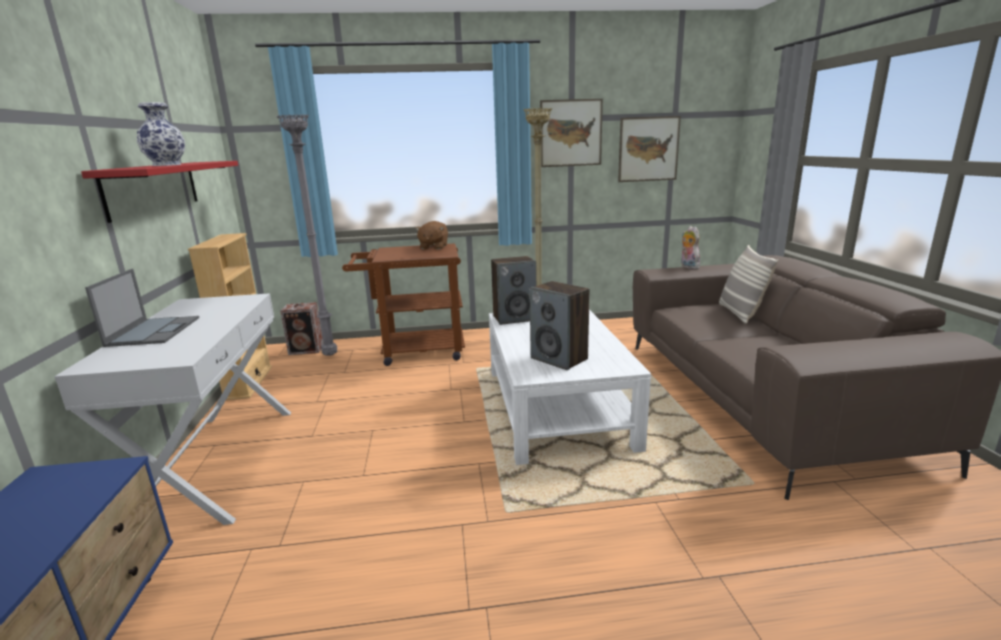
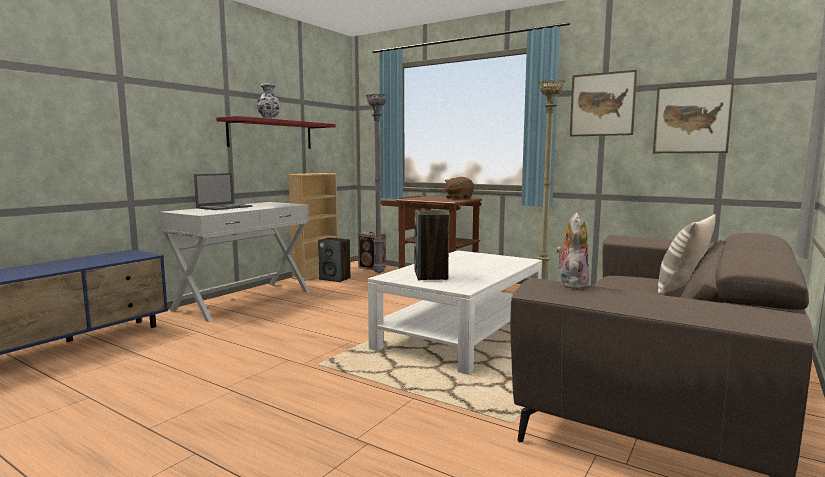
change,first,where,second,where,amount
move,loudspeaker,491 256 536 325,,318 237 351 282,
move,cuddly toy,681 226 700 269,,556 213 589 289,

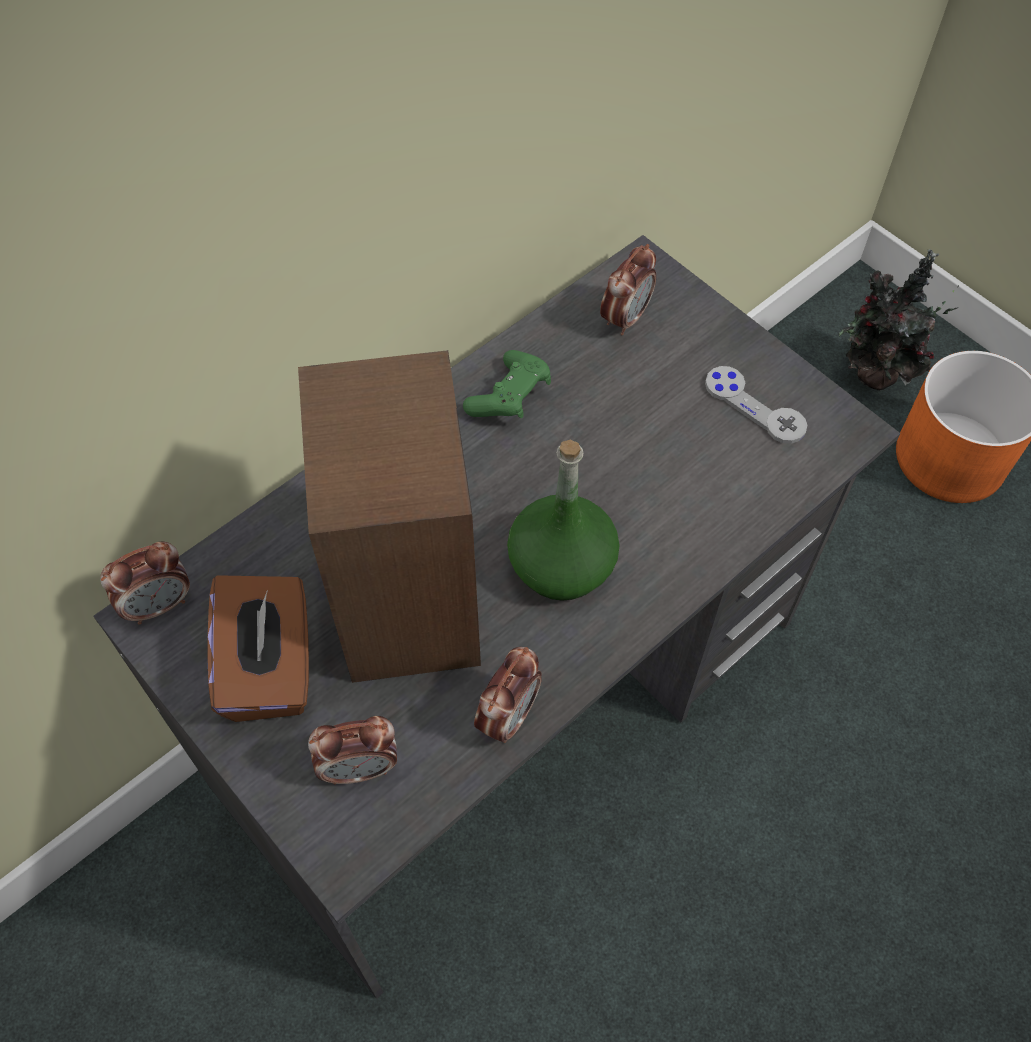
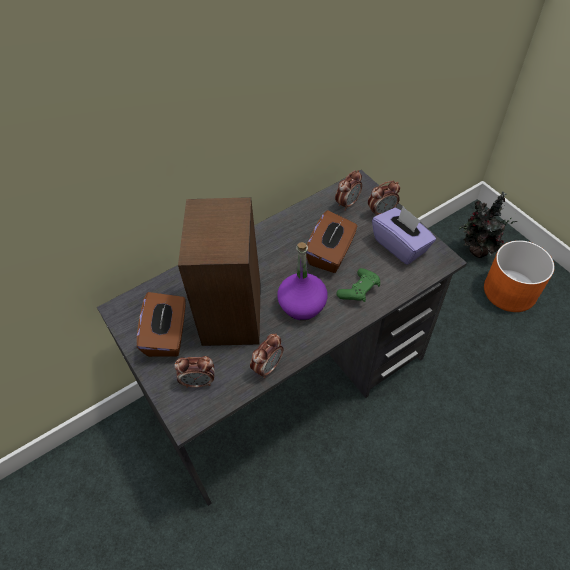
change,first,where,second,where,amount
recolor,beverage bottle (greenish),507 440 619 601,beverage bottle (purple),277 242 328 320,
insert,,,tissue box (brown),306 210 357 273,
move,game controller (greenish),463 350 551 418,,336 268 380 302,
move,alarm clock,100 541 190 625,,368 181 400 216,
replace,game controller (gray),705 366 808 444,tissue box (purple),372 206 436 265,

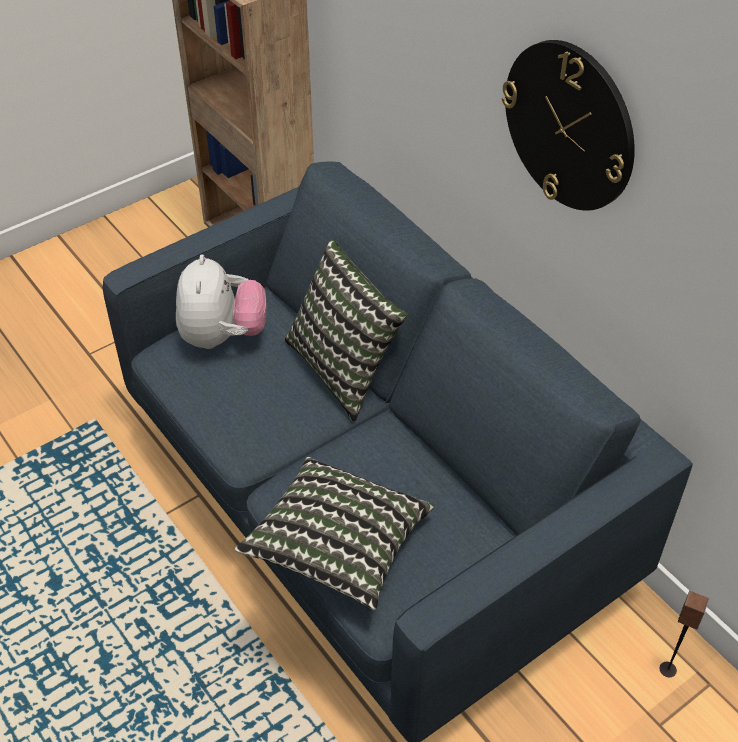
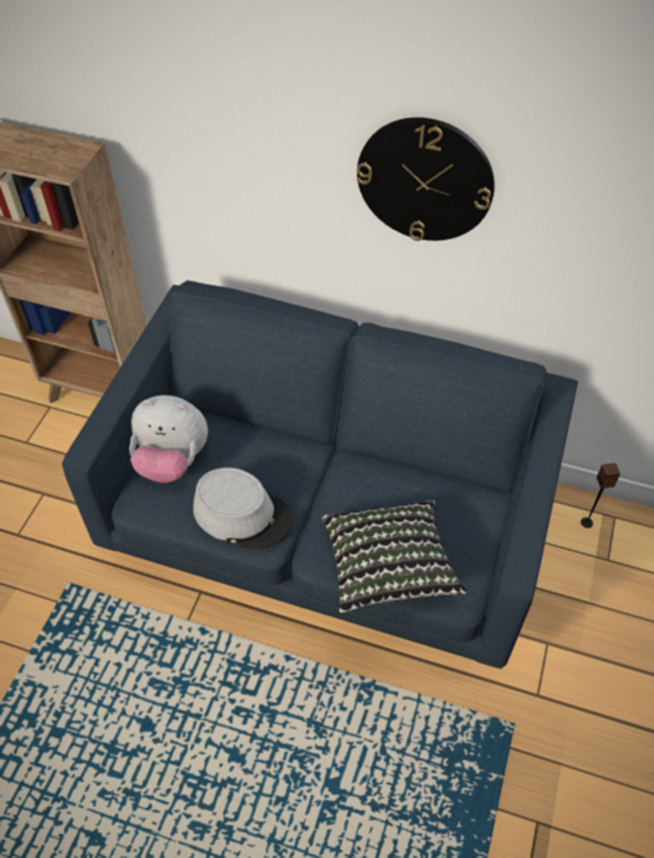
change,first,where,second,where,amount
rotate,cuddly toy,176 255 266 349,,129 395 208 483,135 degrees clockwise
insert,,,hat (gray),193 468 293 549,
delete,throw pillow,285 239 408 422,,,

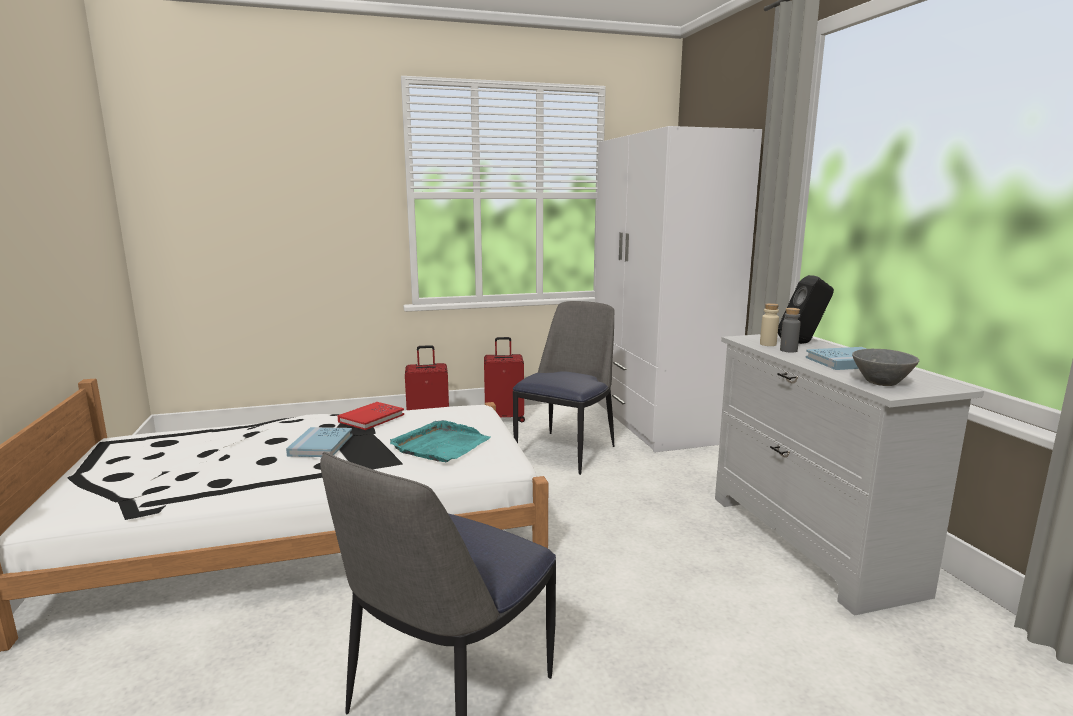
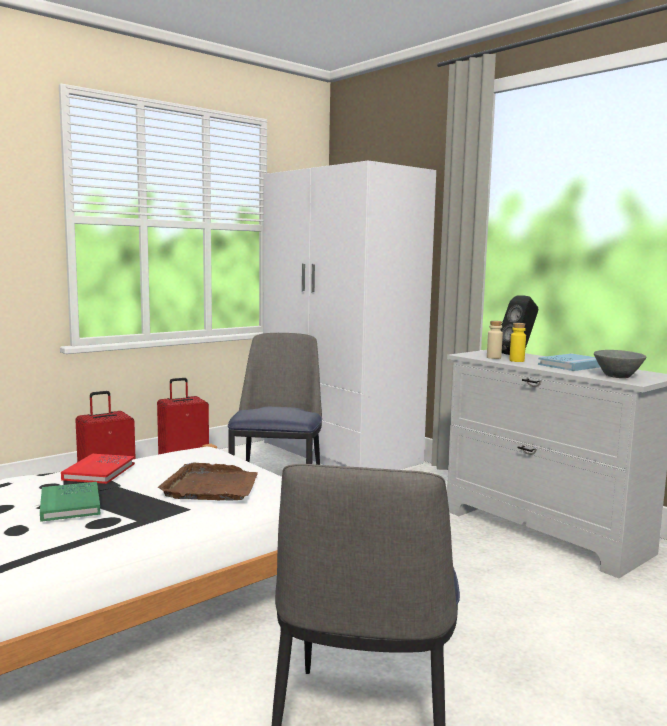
change,first,where,second,where,amount
recolor,volume (blue-coloured),286 427 352 457,volume (greenish),40 482 101 522,
recolor,carrying tray (turquoise),390 420 491 462,carrying tray (brown),158 463 258 501,
recolor,beverage bottle (gray),780 308 801 353,beverage bottle (yellowish),509 323 526 362,

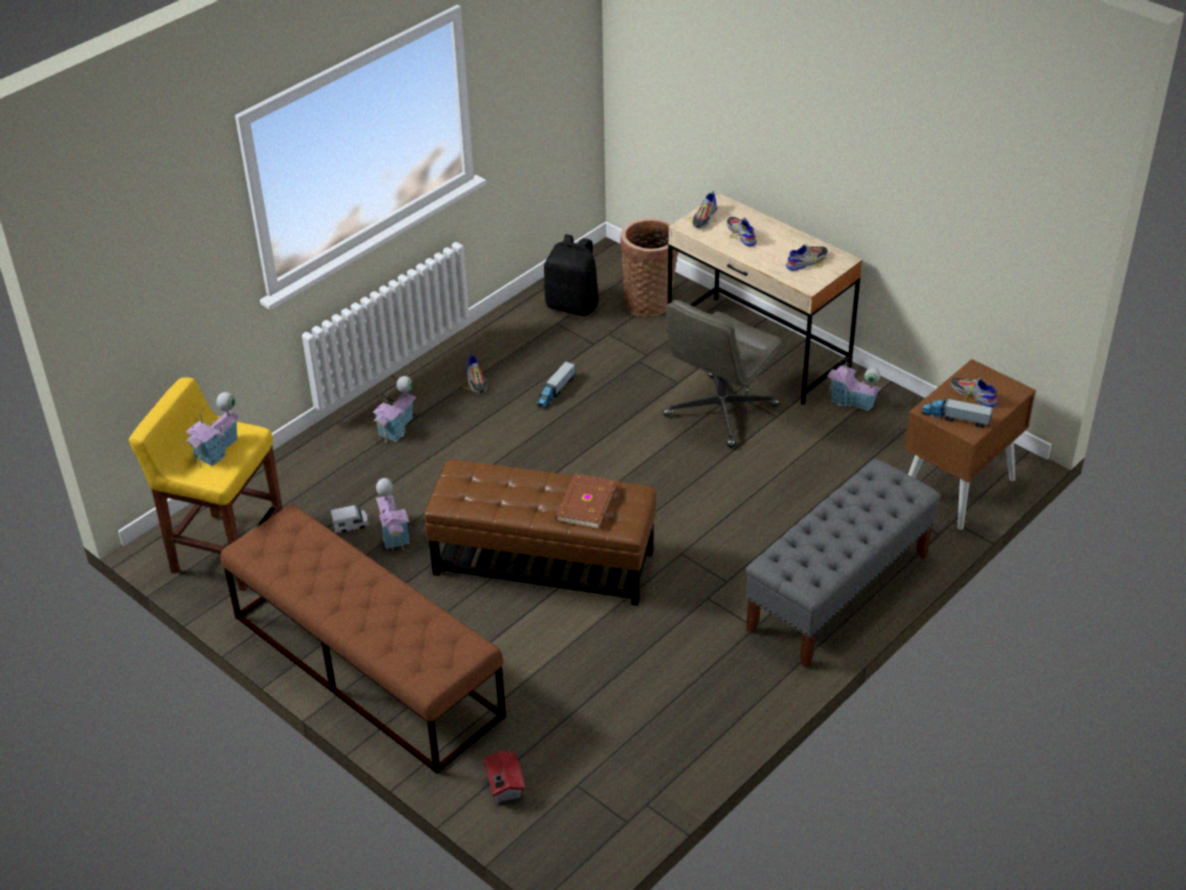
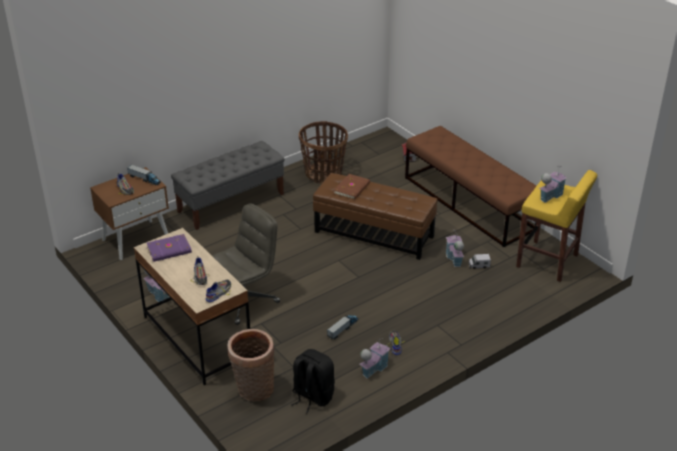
change,first,where,second,where,amount
replace,item of footwear,786 244 828 271,volume (purple),147 234 192 262,
insert,,,basket,299 121 348 184,
move,toy house,373 376 416 443,,359 338 390 379,

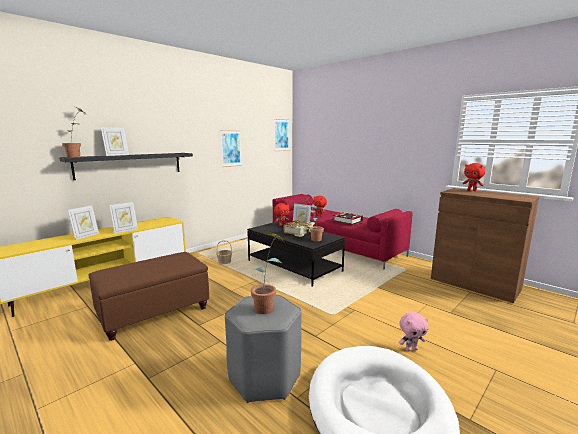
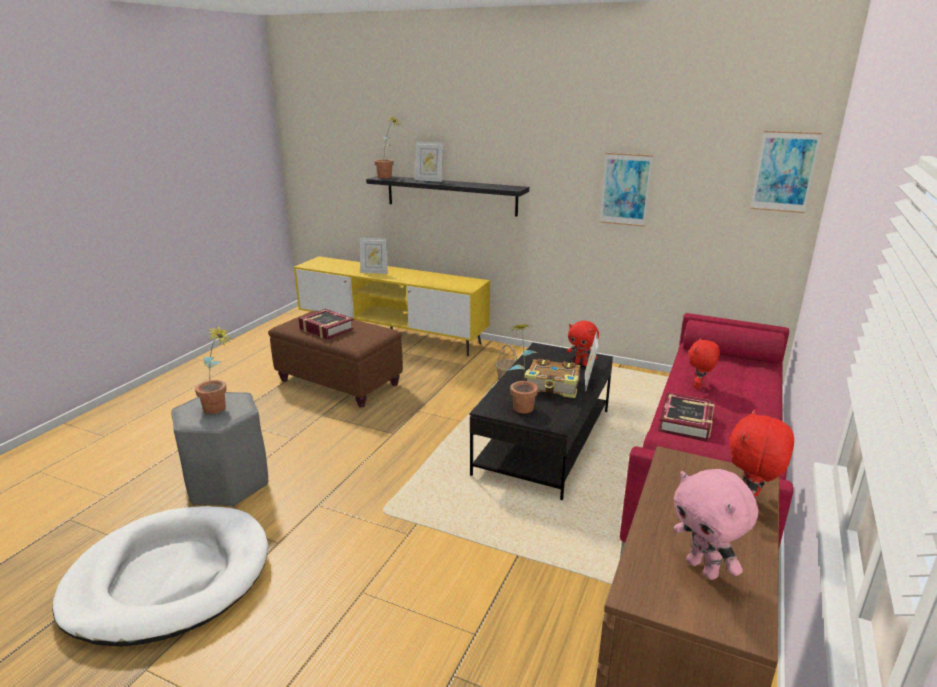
change,first,where,second,where,amount
insert,,,volume,299 309 354 339,
move,cuddly toy (pink),399 312 429 351,,674 469 758 580,
delete,standing frame,109 202 138 233,,,

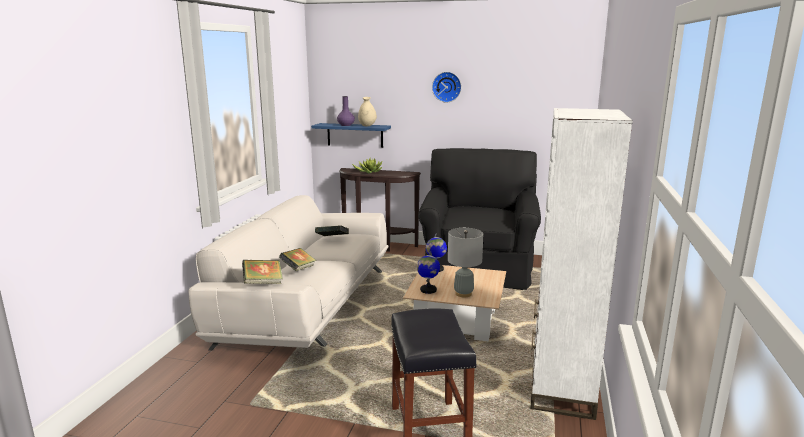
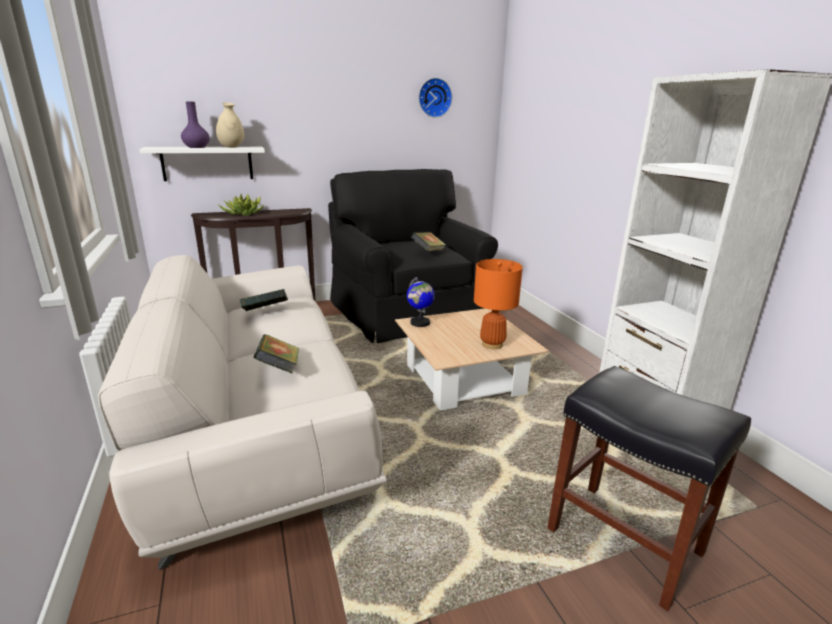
change,first,where,second,where,amount
recolor,shelf (blue-coloured),311 123 391 148,shelf (white-coloured),139 147 265 181,
move,volume,242 260 283 284,,411 232 446 251,
move,wall clock,432 72 462 103,,419 78 452 118,
recolor,tabletop lamp (gray),448 228 483 297,tabletop lamp (orange),474 259 523 349,
delete,world globe,417 251 440 294,,,

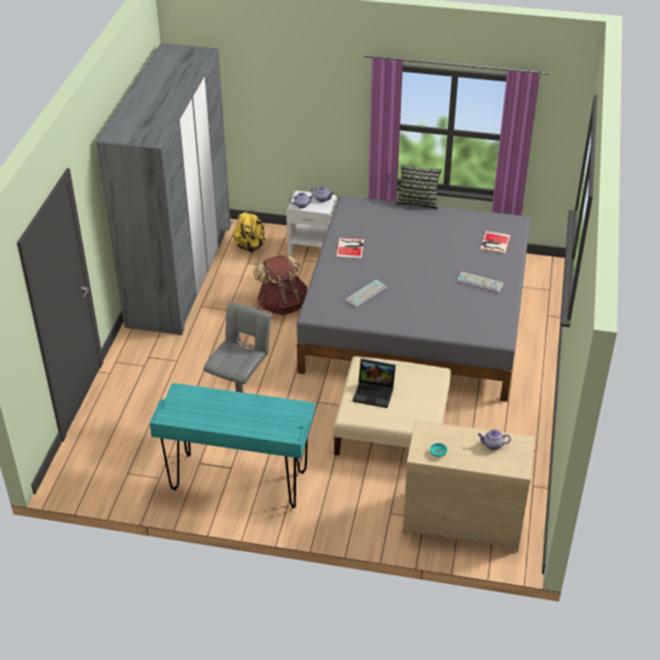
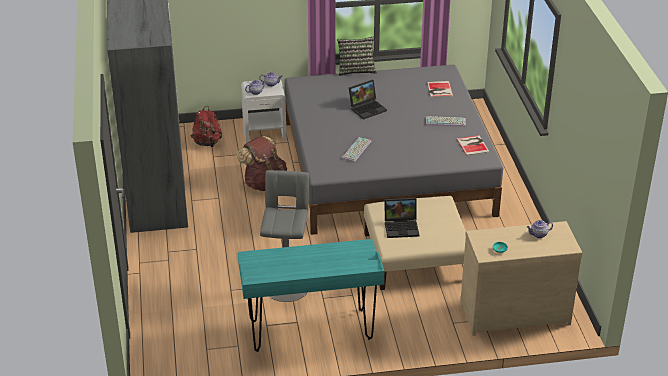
change,first,where,second,where,amount
recolor,backpack (yellowish),233 209 265 253,backpack (reddish),190 106 222 147,
insert,,,laptop,349 80 387 120,
move,volume,336 238 364 259,,457 135 490 156,

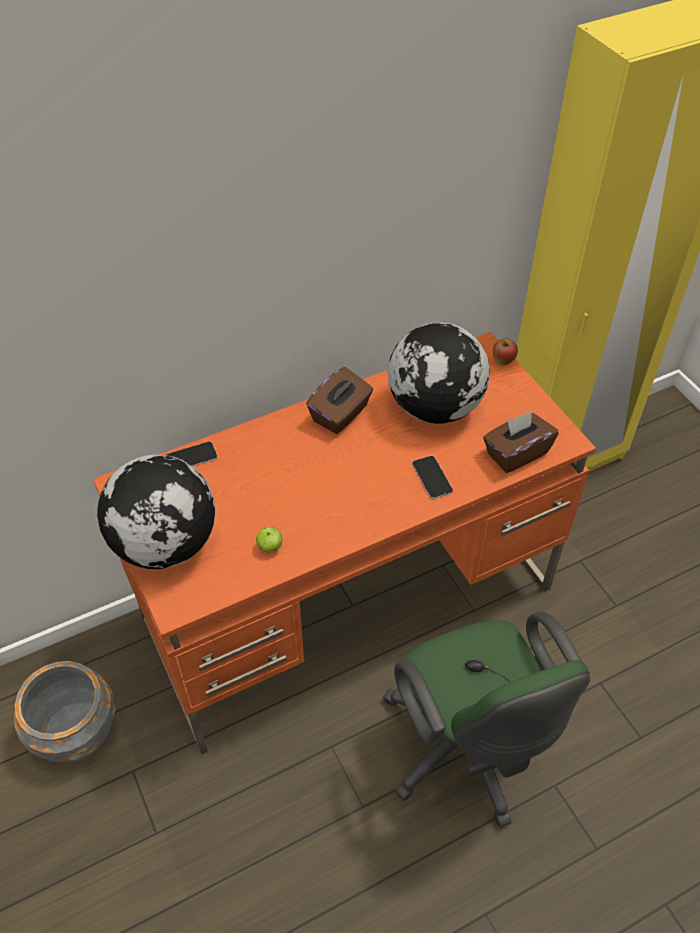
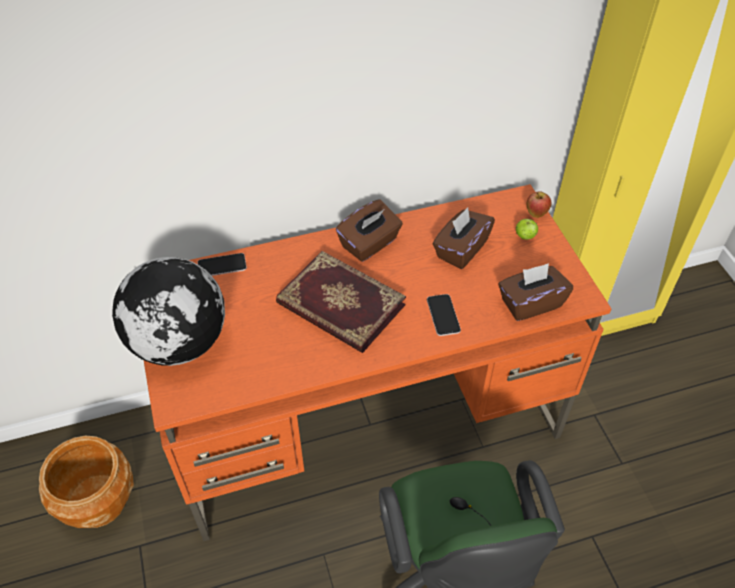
change,first,where,second,where,amount
recolor,flower pot (gray),14 661 116 763,flower pot (brown),39 436 134 528,
insert,,,volume,276 251 406 353,
replace,world globe,388 323 490 424,tissue box (brown),433 207 495 269,
move,apple fruit,256 527 283 552,,516 219 538 240,

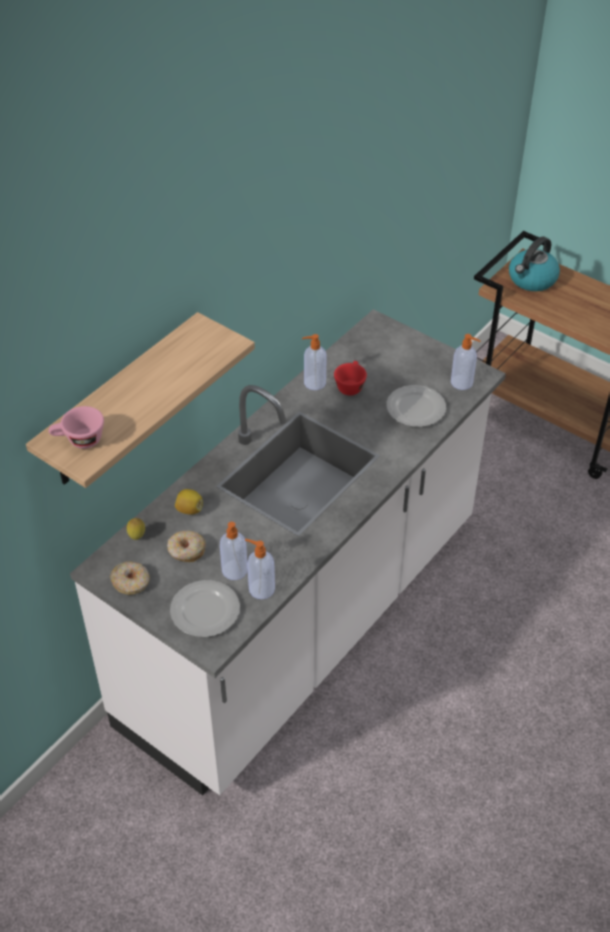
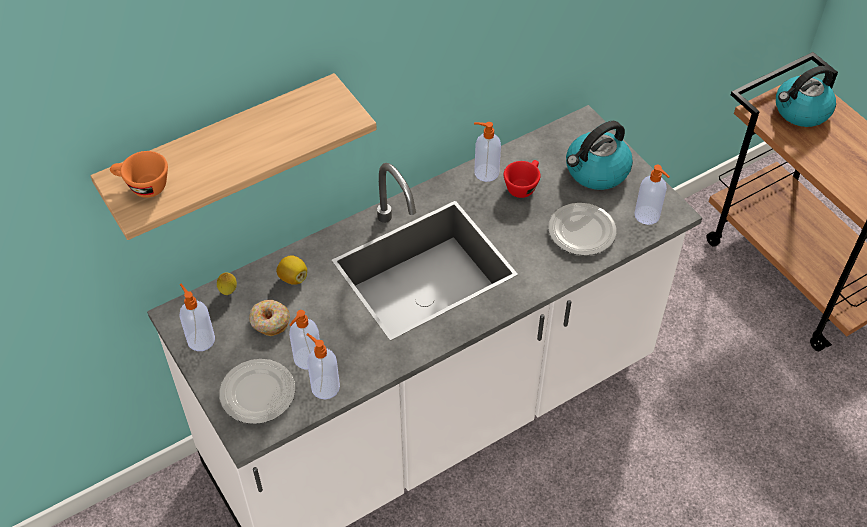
change,first,where,second,where,amount
recolor,cup (pink),49 406 104 449,cup (orange),110 151 168 198,
replace,ring doughnut,110 561 150 595,soap dispenser,179 284 215 351,
insert,,,kettle,566 121 633 190,

